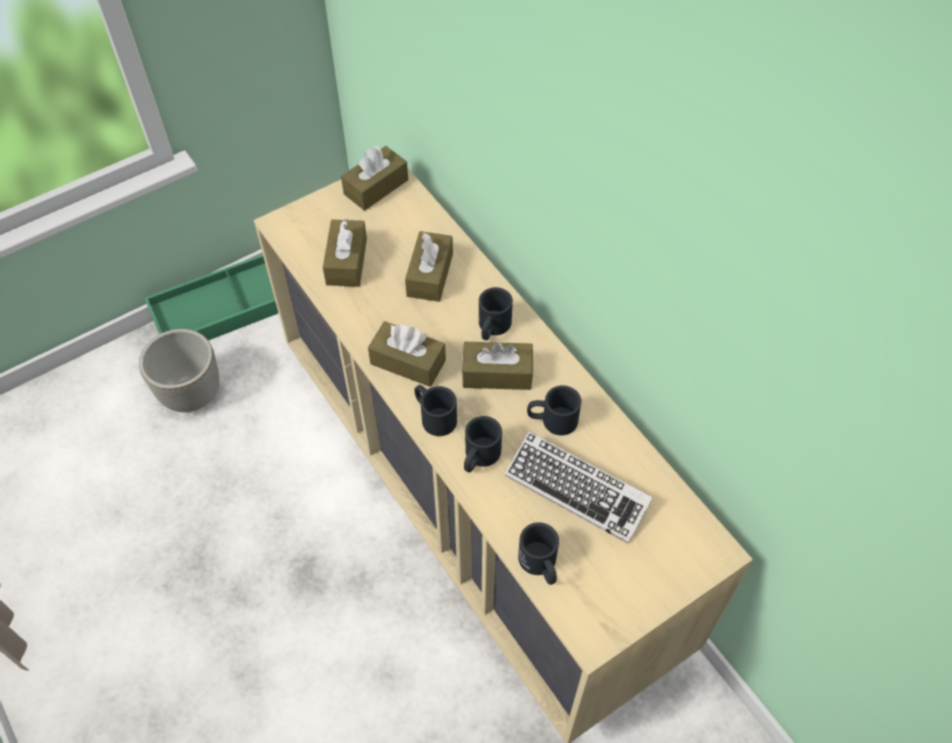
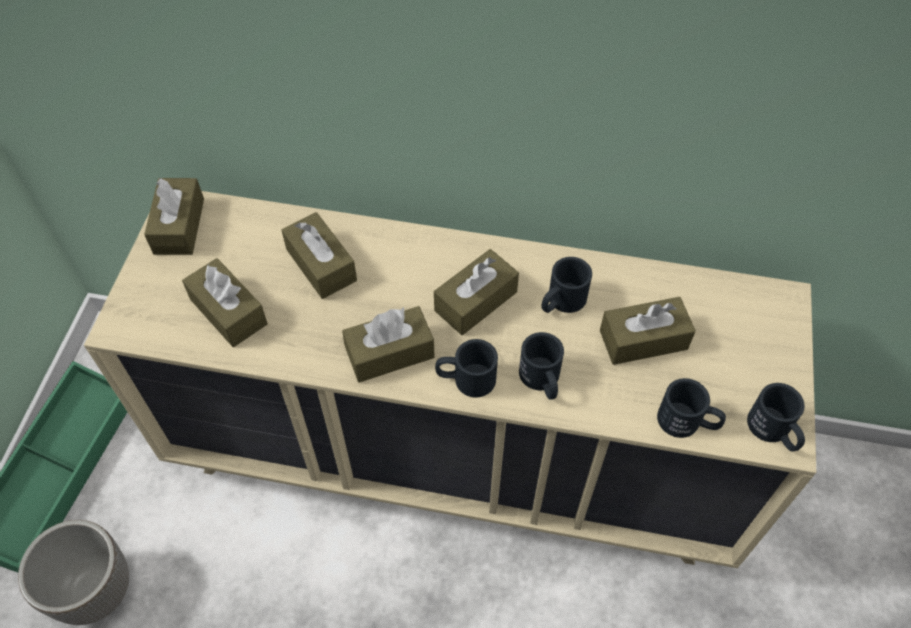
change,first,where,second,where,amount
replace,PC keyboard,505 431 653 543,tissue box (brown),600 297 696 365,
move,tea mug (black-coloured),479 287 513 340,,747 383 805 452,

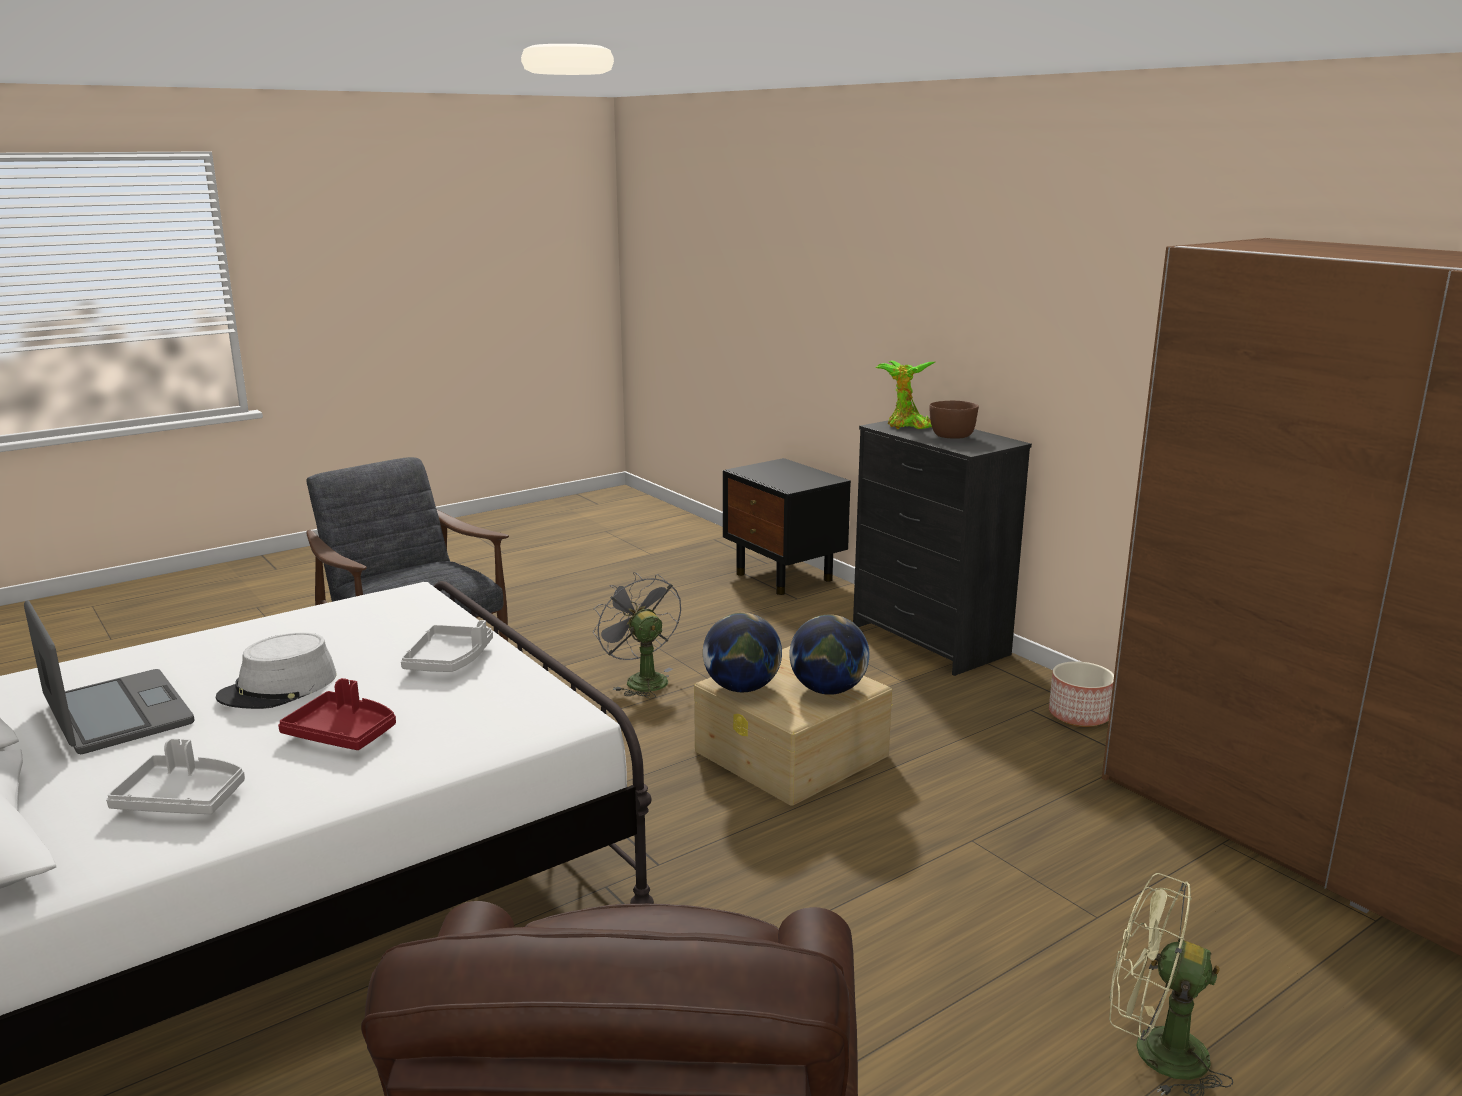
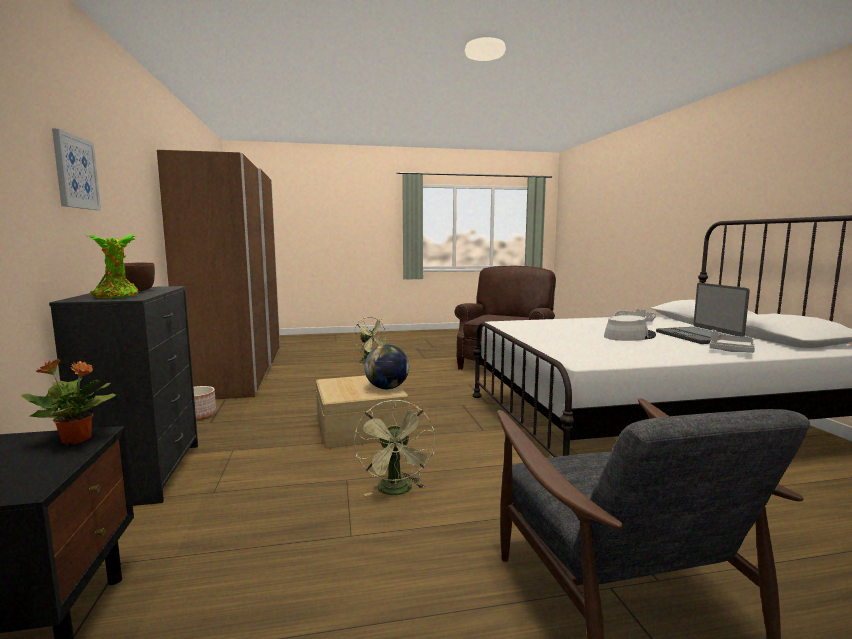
change,first,where,second,where,amount
insert,,,plant in a pot,21 359 116 445,
insert,,,wall art,52 129 101 210,
recolor,cooling fan (gray),593 572 681 699,cooling fan (greenish),354 400 435 496,
move,carrying tray (gray),401 620 493 672,,710 330 755 353,
delete,carrying tray (reddish),278 678 396 750,,,
delete,world globe,789 614 870 695,,,

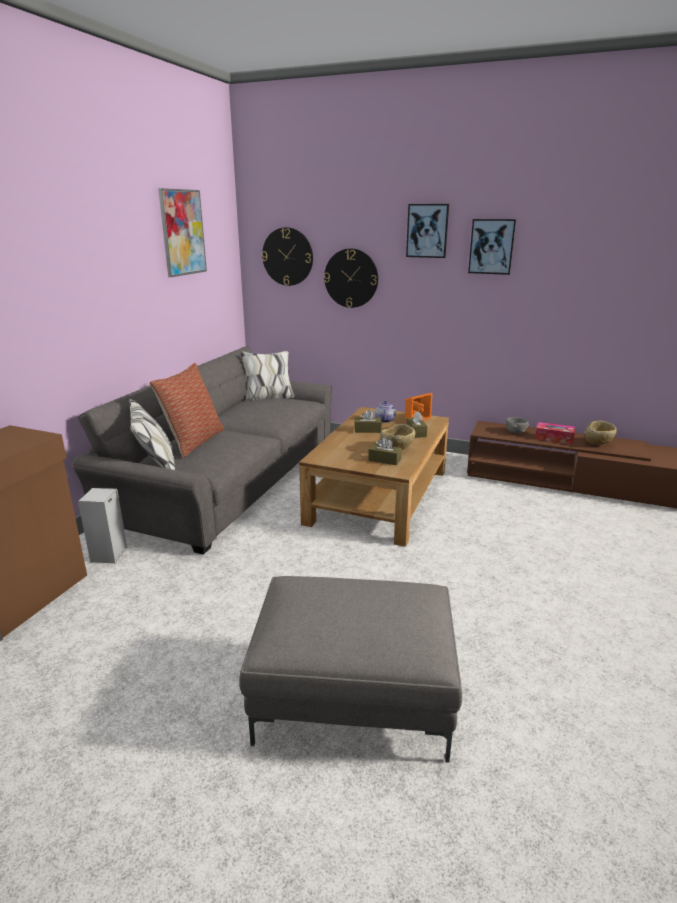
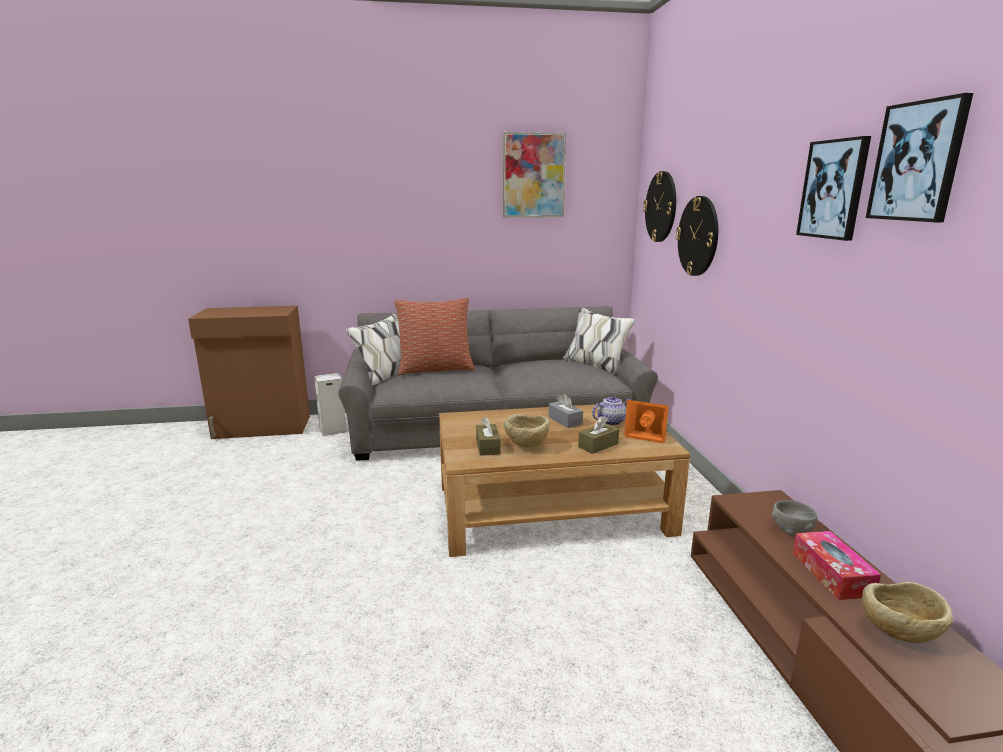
change,first,where,second,where,amount
recolor,tissue box (brown),354 409 382 433,tissue box (gray),548 393 583 428,
move,wall art,406 204 449 258,,866 93 973 222,
delete,ottoman (gray),239 576 462 763,,,

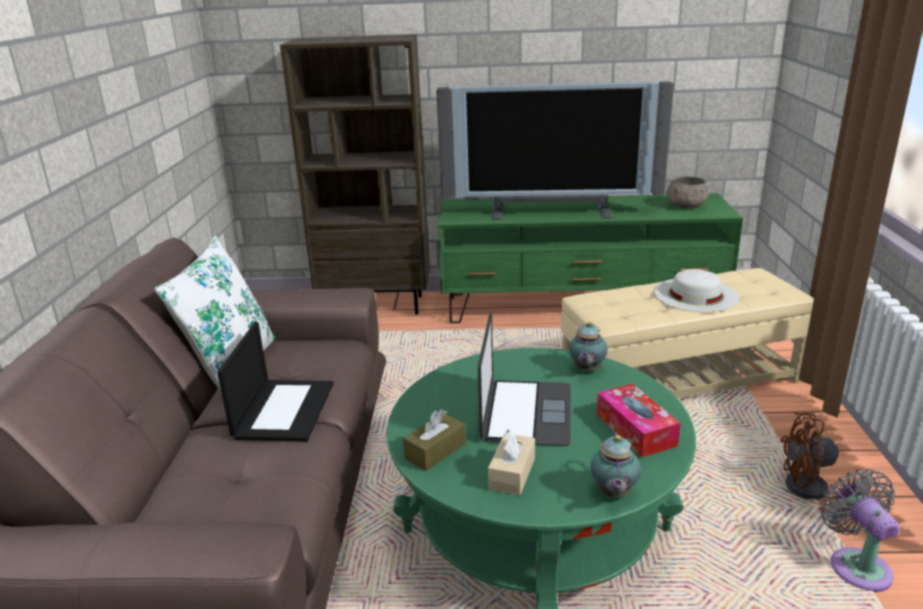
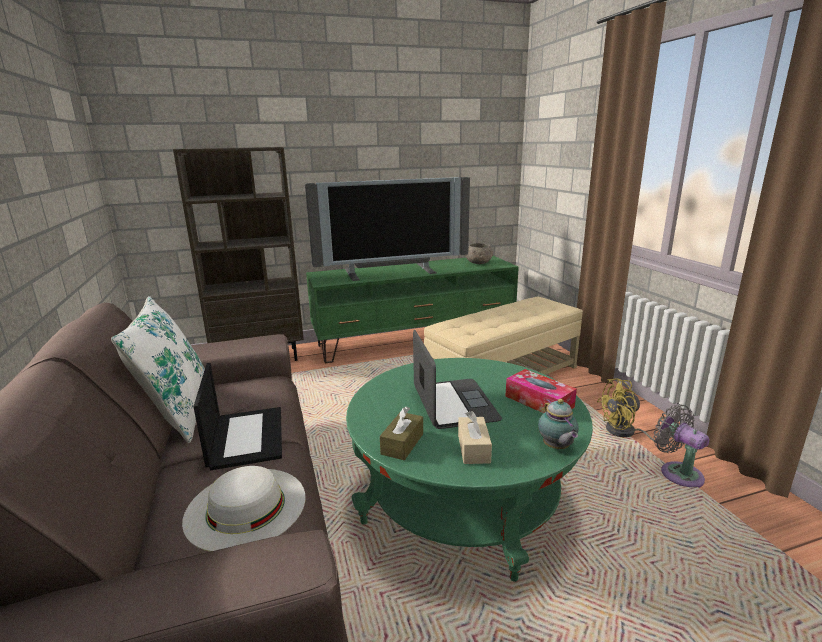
change,first,where,second,where,amount
move,hat (white-coloured),654 269 739 312,,182 466 305 552,
recolor,cooling fan (brown),780 412 889 515,cooling fan (yellowish),597 378 664 443,
delete,tea pot,569 322 608 372,,,

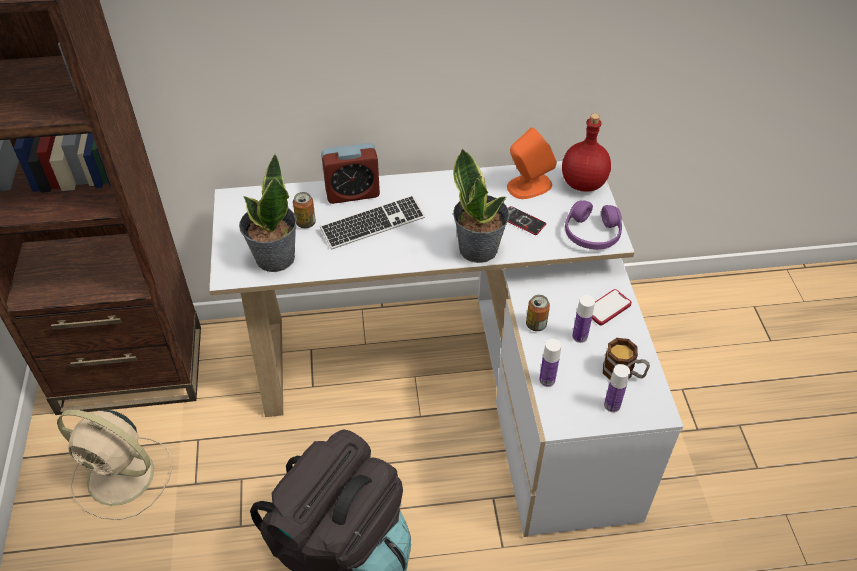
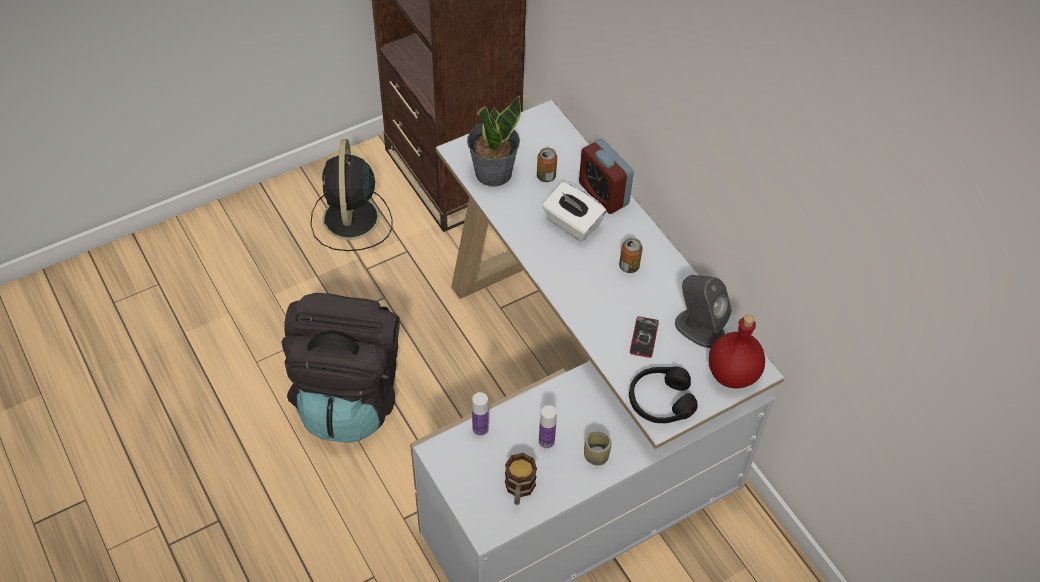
change,first,where,second,where,amount
recolor,cooling fan (sand-coloured),57 409 172 520,cooling fan (black-coloured),310 139 393 251,
replace,PC keyboard,320 195 425 249,tissue box (white-coloured),542 182 606 241,
replace,handset,592 289 632 326,cup,584 431 612 465,
move,sealed can,526 295 550 331,,619 238 643 273,
recolor,headphones (purple),565 200 622 250,headphones (black-coloured),629 366 698 424,
recolor,loudspeaker (orange),507 127 557 199,loudspeaker (gray),675 275 732 348,
delete,plant in a pot,453 149 510 263,,,
delete,beverage bottle,604 364 630 413,,,

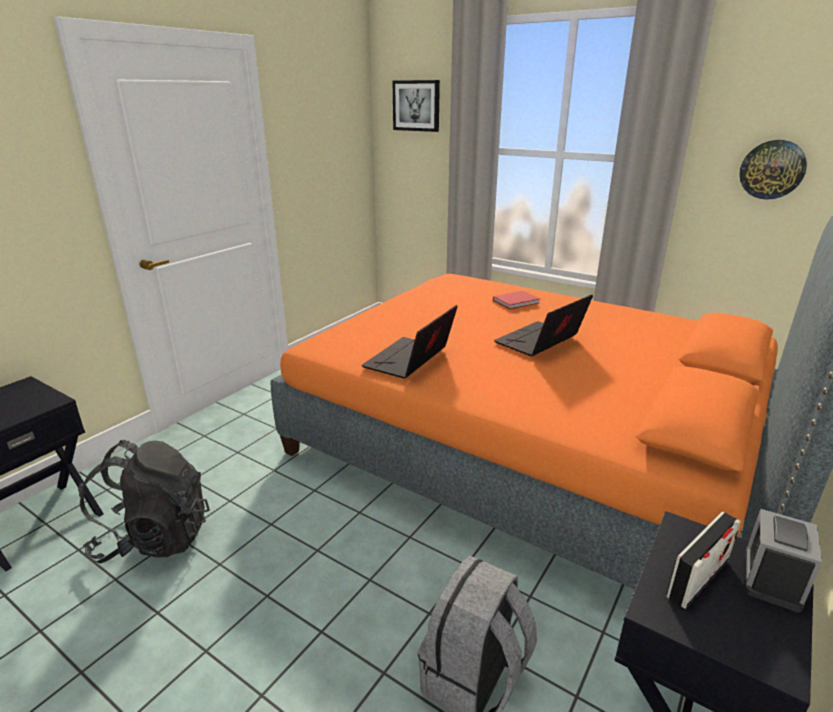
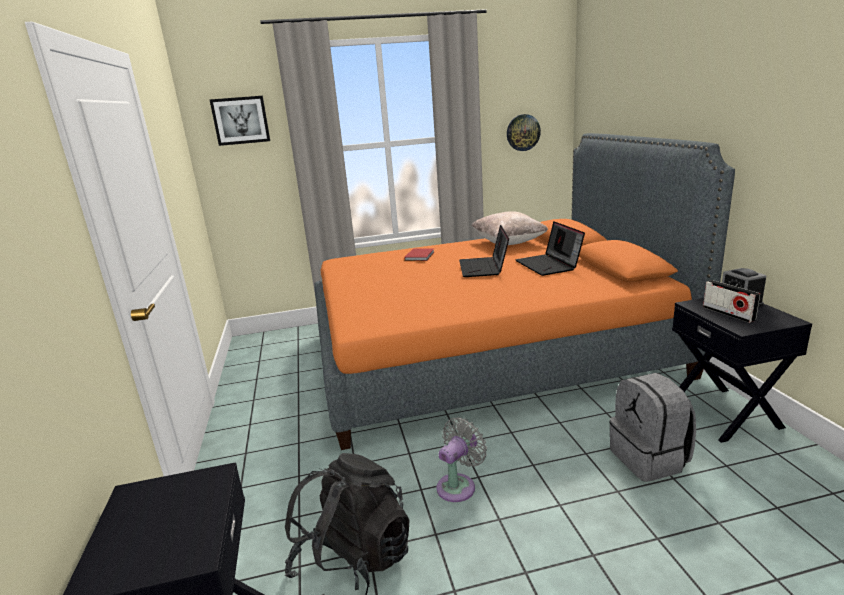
change,first,where,second,where,amount
insert,,,cooling fan (gray),436 417 487 502,
insert,,,throw pillow (sand-coloured),472 212 548 245,
move,laptop,362 305 458 379,,515 221 585 276,
rotate,radio receiver,666 512 741 609,,703 280 760 323,150 degrees clockwise

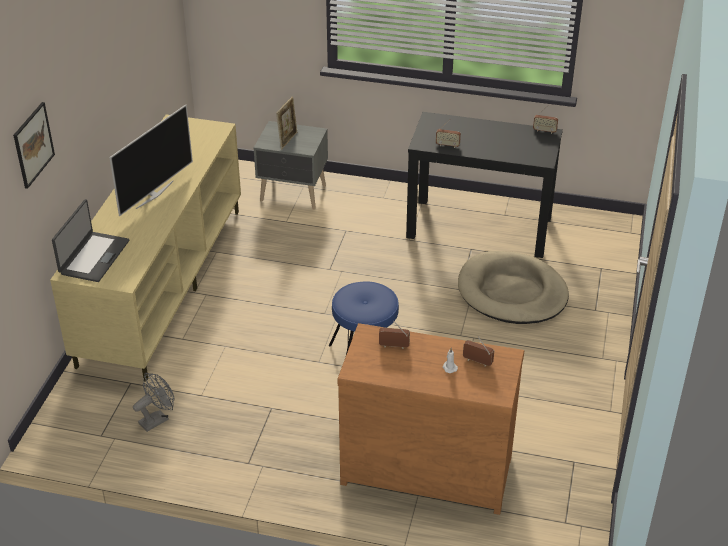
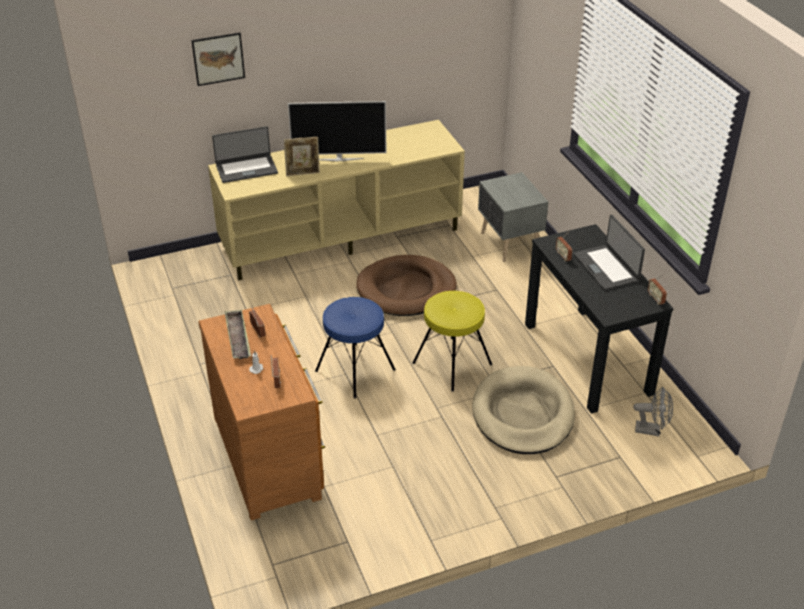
change,first,where,second,where,amount
insert,,,carrying tray,224 309 251 359,
move,standing frame,276 97 298 149,,284 137 320 176,
insert,,,pet bed (brown),356 255 457 316,
insert,,,sitting stool (yellowish),412 291 492 392,
insert,,,laptop,573 215 645 290,
move,cooling fan (gray),133 373 174 432,,633 387 673 436,

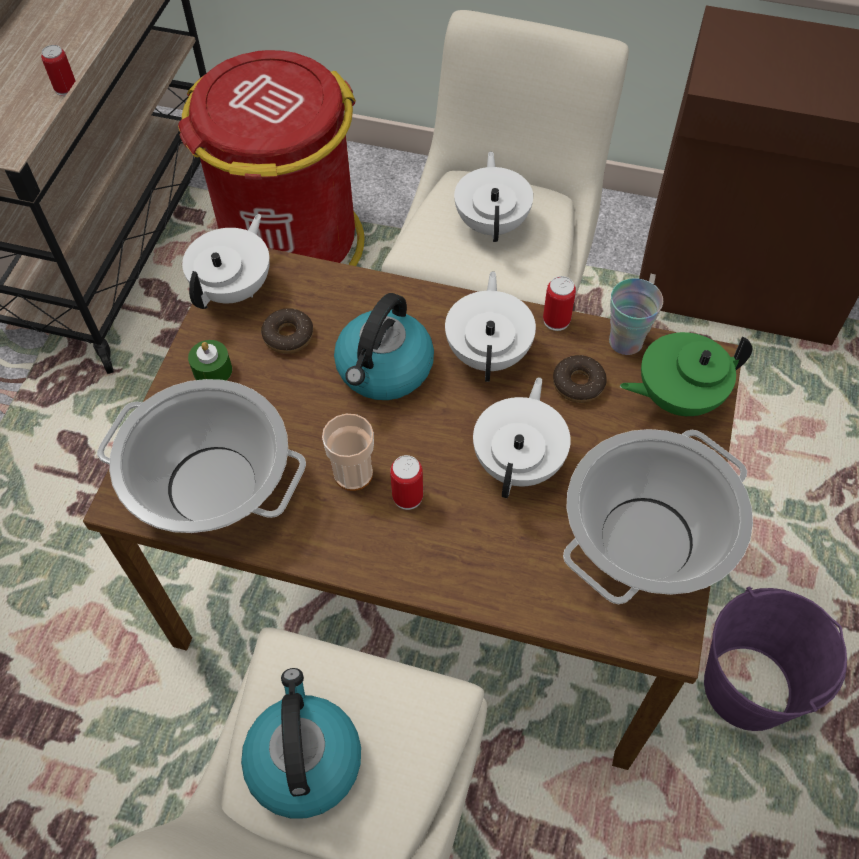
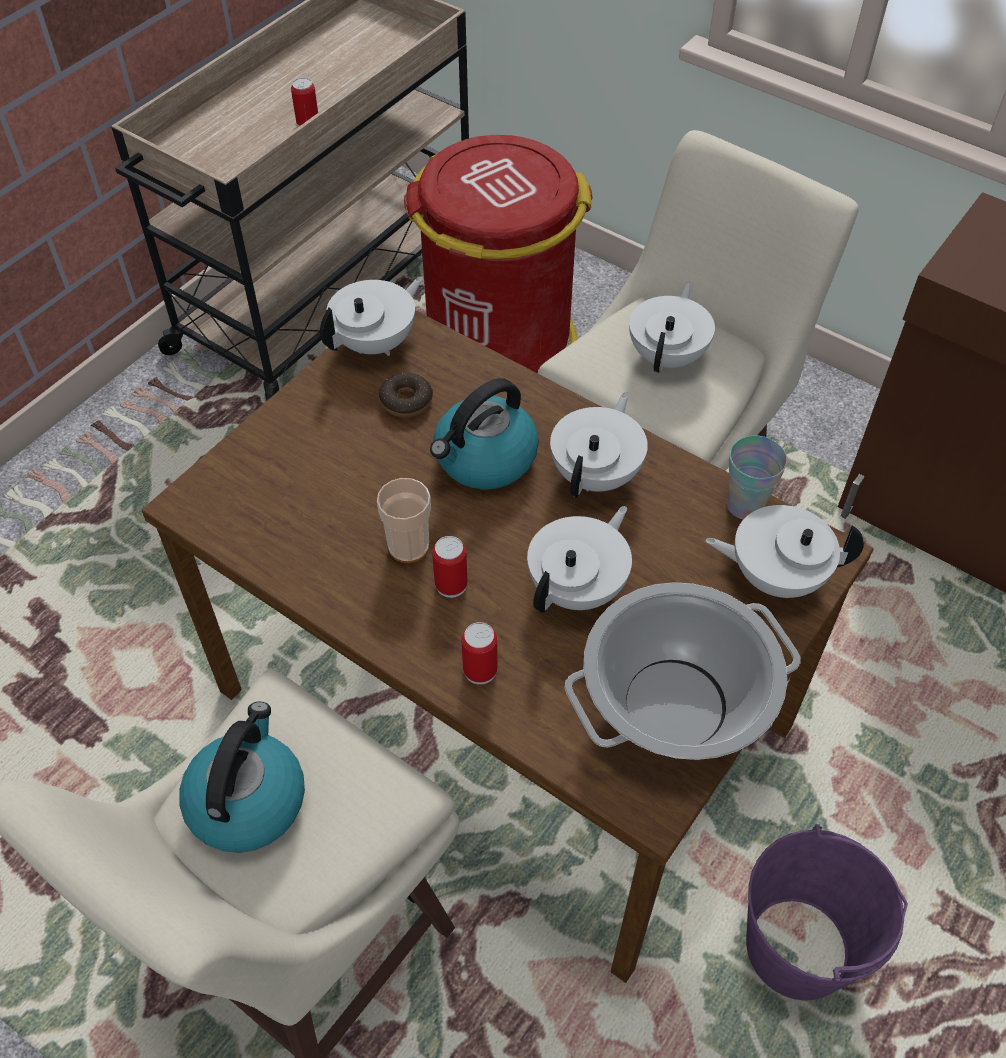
change,first,where,second,where,amount
move,sealed can,543 276 576 331,,461 622 498 685,
recolor,tea pot (greenish),620 332 752 416,tea pot (white-coloured),705 505 864 598,
delete,stockpot,97 379 306 533,,,
delete,candle (greenish),188 340 232 381,,,
delete,ring doughnut,553 355 607 403,,,

